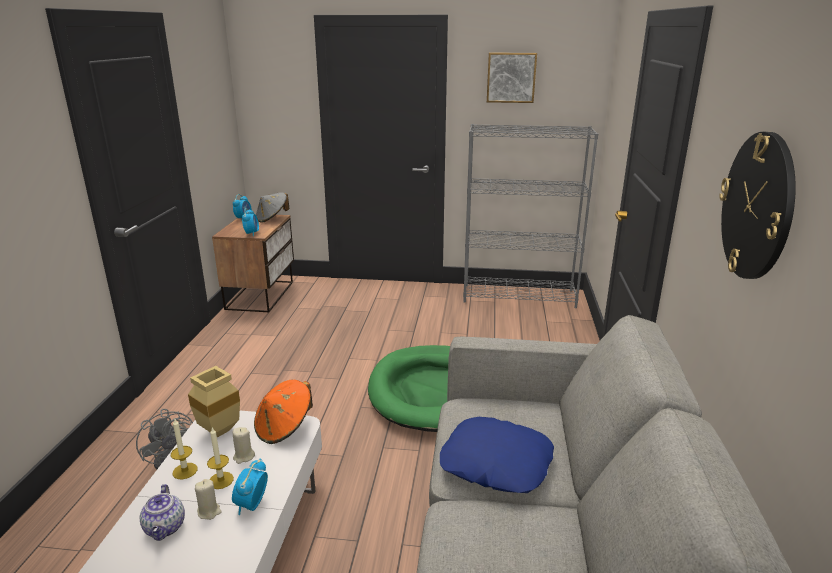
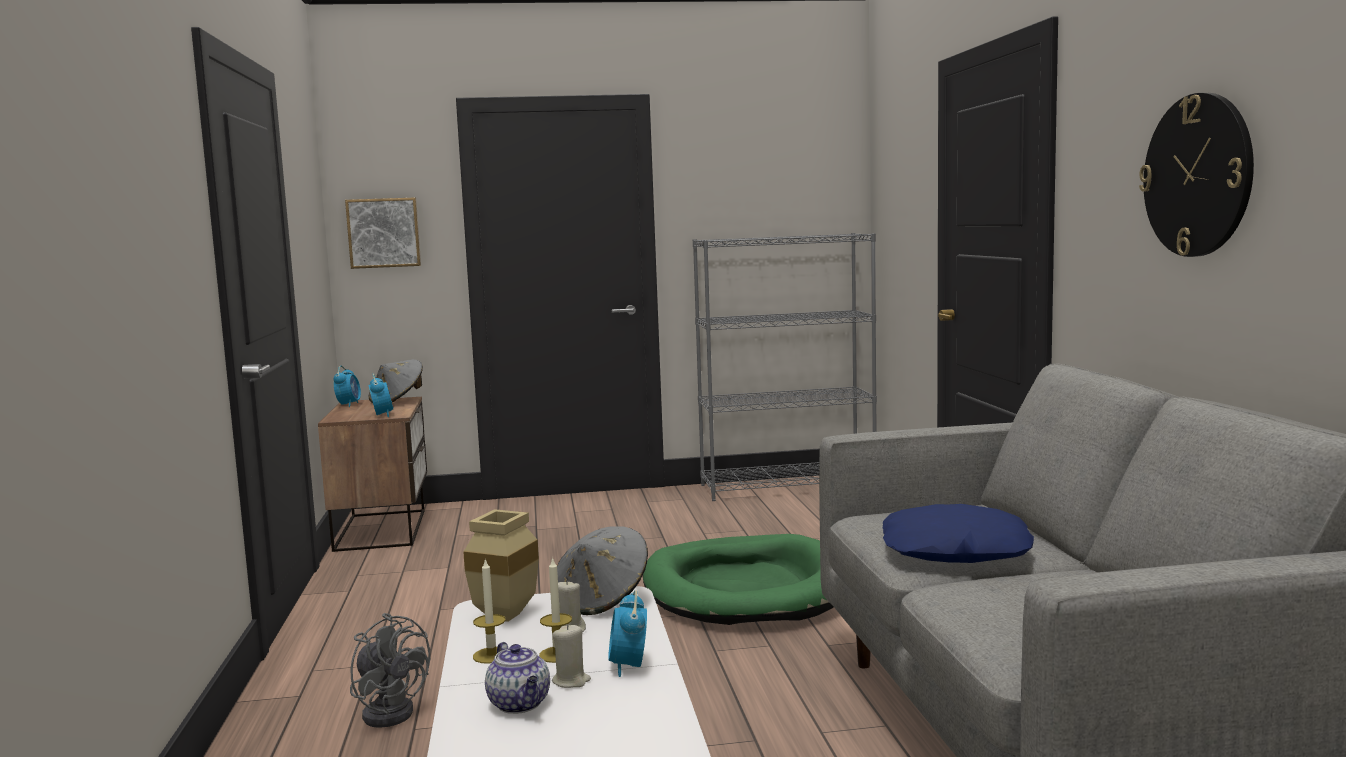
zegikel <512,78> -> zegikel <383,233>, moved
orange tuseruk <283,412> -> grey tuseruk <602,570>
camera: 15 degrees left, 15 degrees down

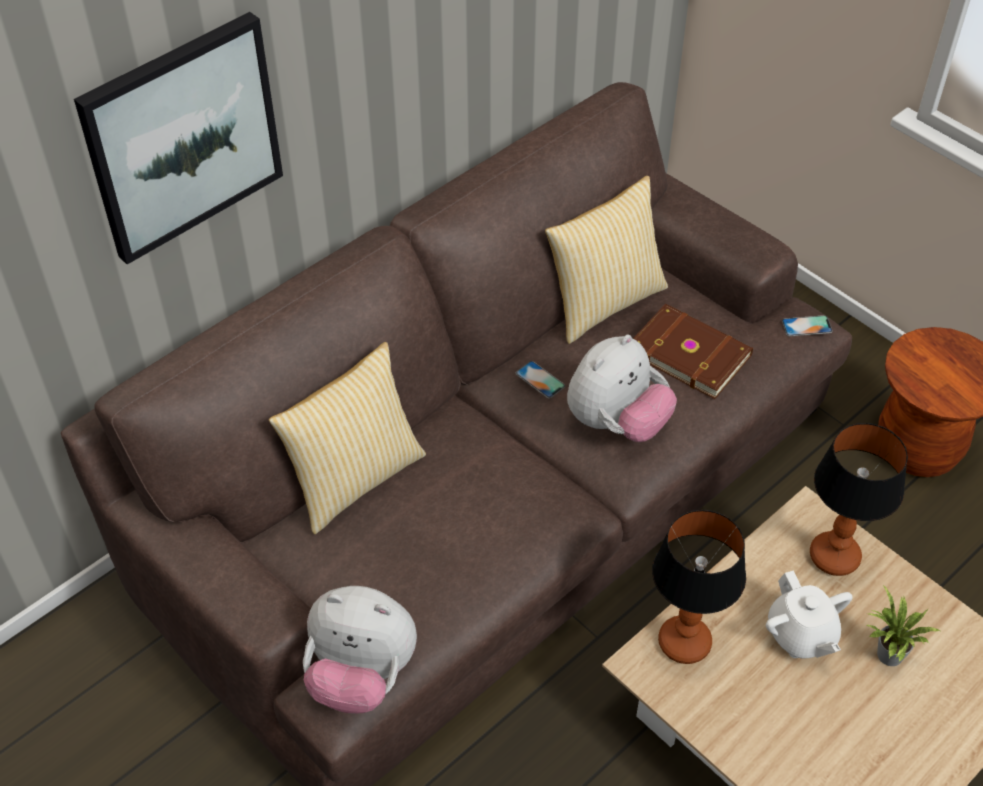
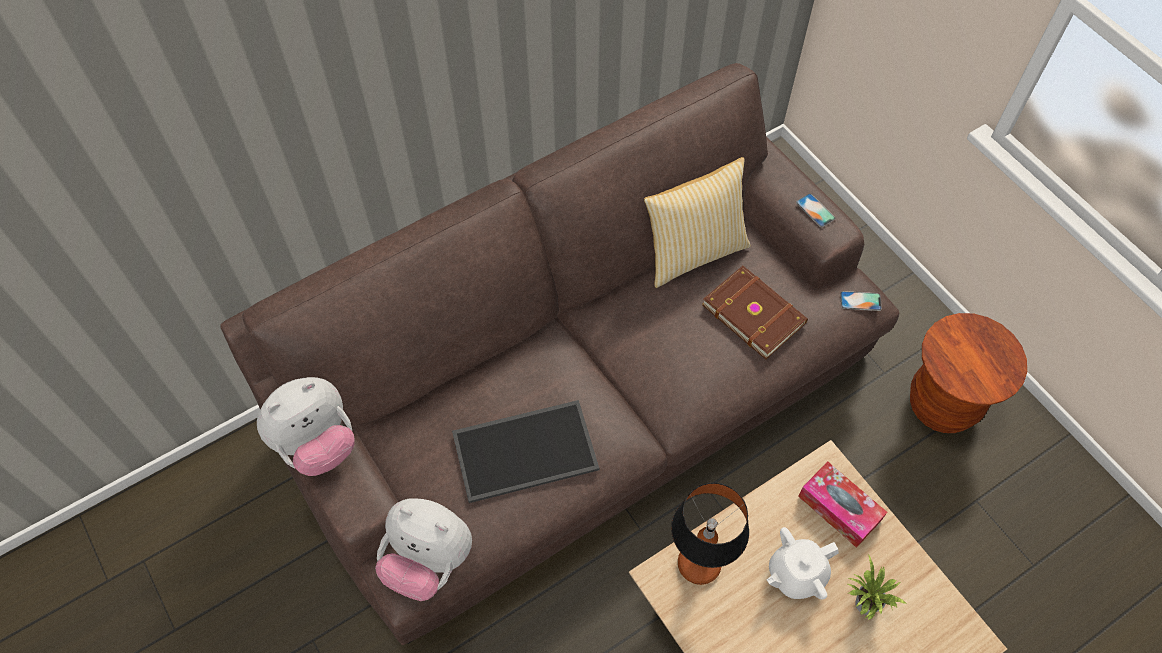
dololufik <622,388> -> dololufik <306,426>, moved
none -> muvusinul <525,451>
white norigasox <809,615> -> white norigasox <803,563>, 75 degrees clockwise
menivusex <540,380> -> menivusex <815,210>, moved
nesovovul <859,499> -> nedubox <842,504>
zegikel <178,138> -> none
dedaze <347,438> -> none
camera: 10 degrees right, 10 degrees up

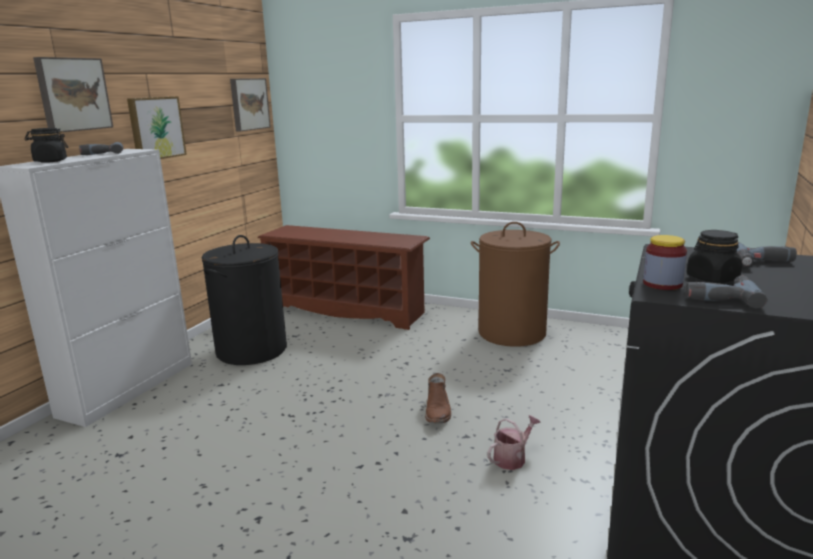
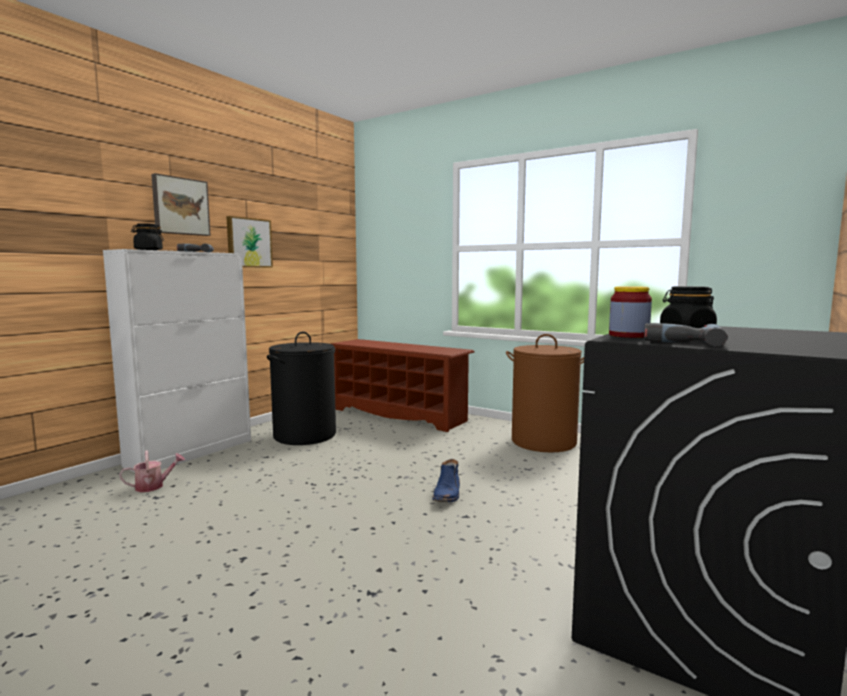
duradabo <514,442> -> duradabo <152,471>, moved
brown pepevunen <438,398> -> blue pepevunen <446,480>
zegikel <250,104> -> none
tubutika <767,254> -> none
camera: 10 degrees right, 10 degrees down

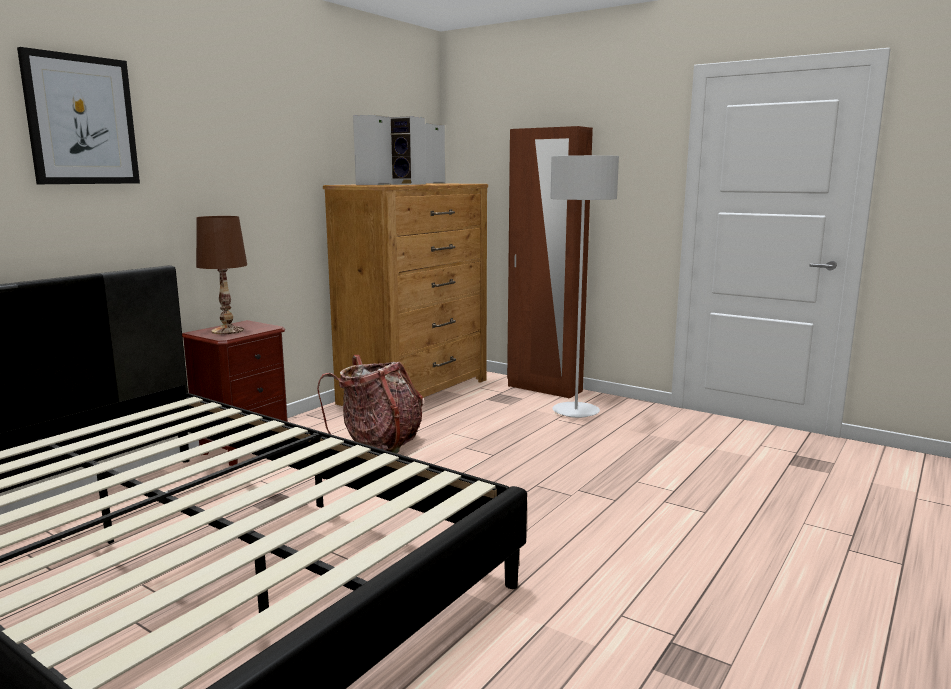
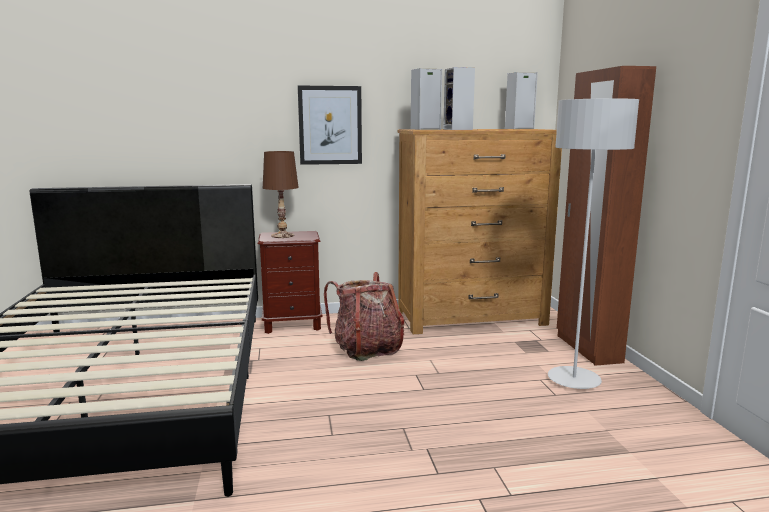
zegikel <78,115> -> zegikel <330,125>, moved
camera: 45 degrees right, 0 degrees up

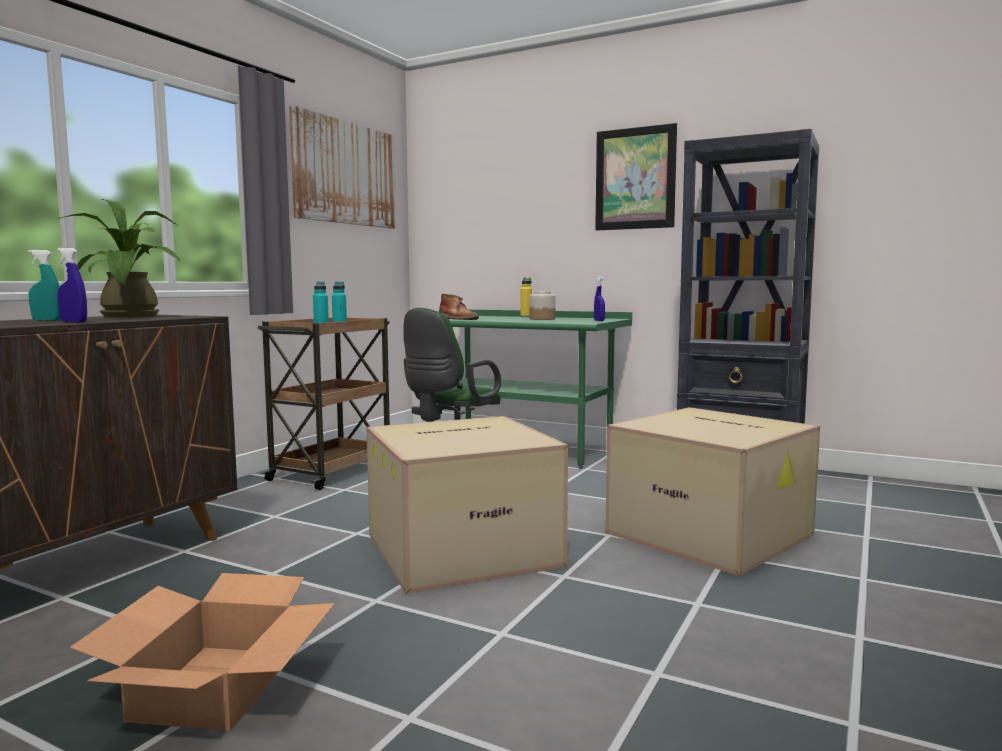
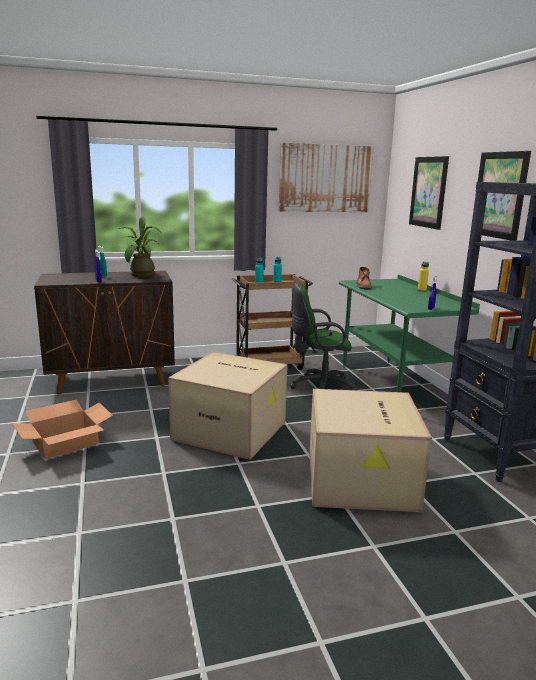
none -> zegikel <429,193>
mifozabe <543,305> -> none
camera: 45 degrees right, 10 degrees up

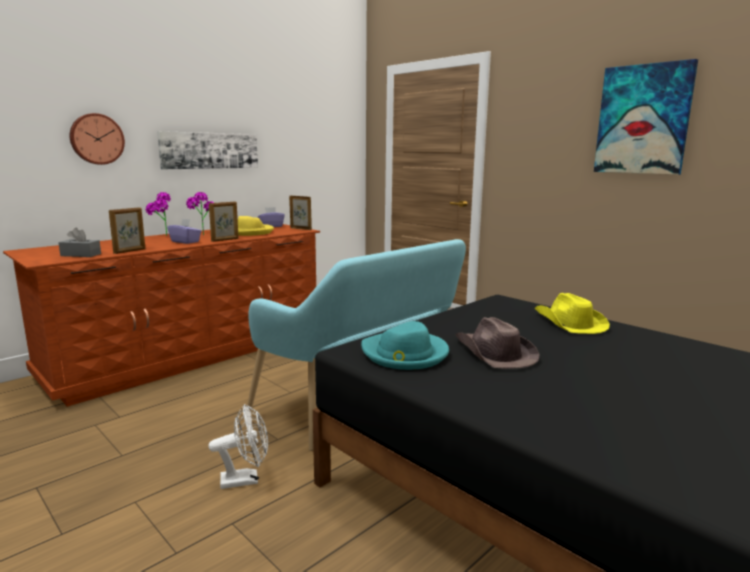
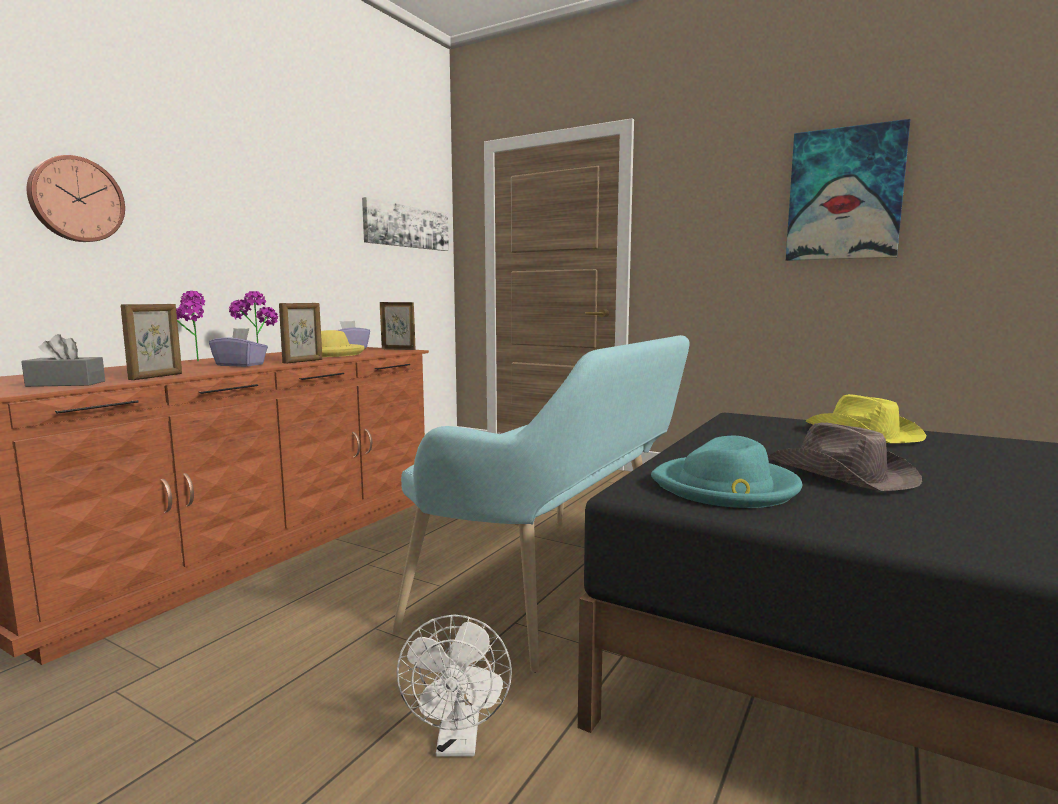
zegikel <207,150> -> zegikel <405,224>, moved
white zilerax <238,446> -> white zilerax <454,685>, 120 degrees clockwise
camera: 15 degrees left, 5 degrees down

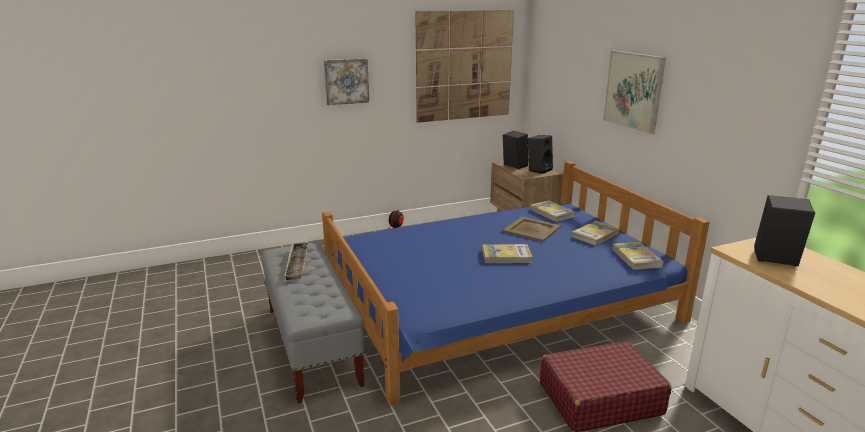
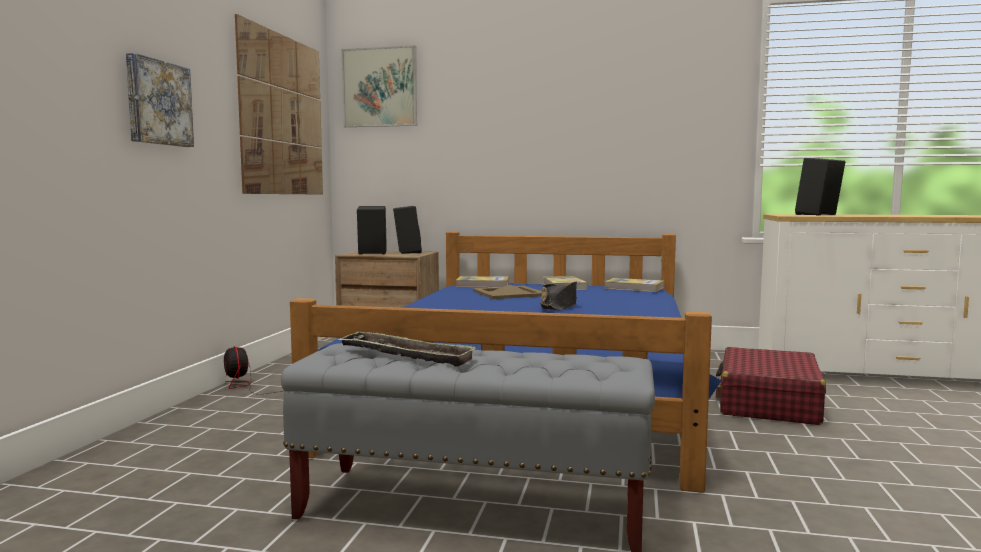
zegikel <634,92> -> zegikel <379,86>, moved
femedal <507,253> -> black tuseruk <558,296>
camera: 55 degrees left, 15 degrees down

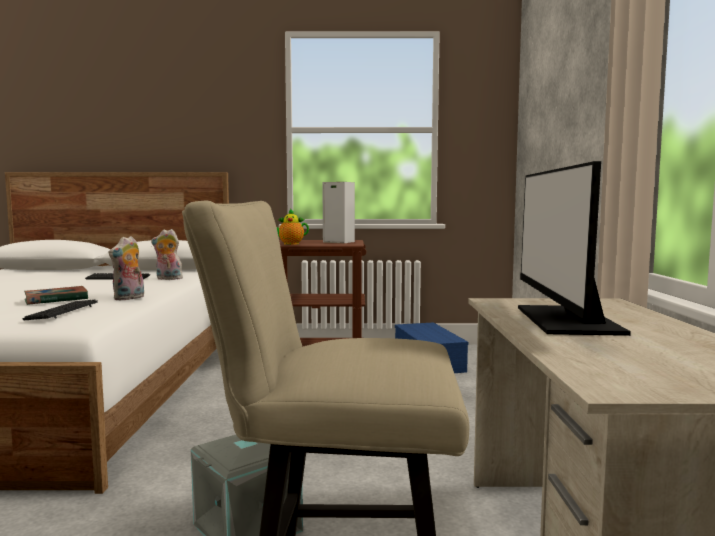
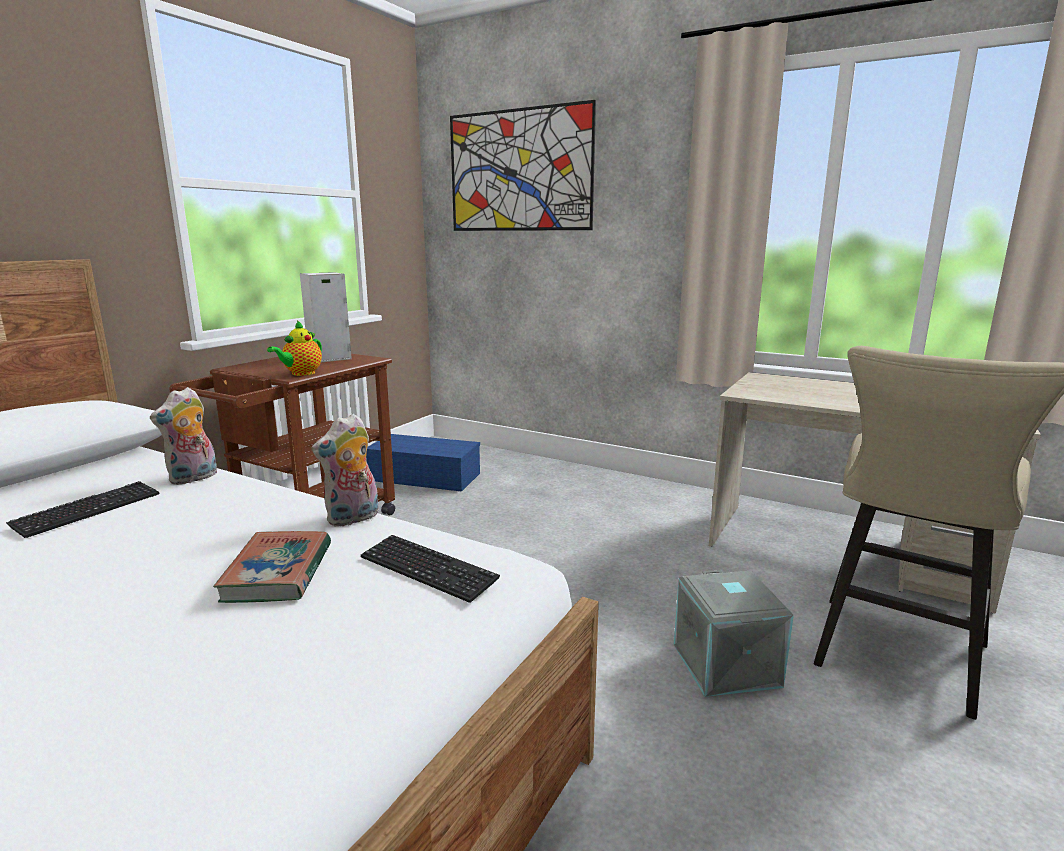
dololufik <126,268> -> dololufik <345,470>, 75 degrees clockwise
none -> zegikel <523,165>
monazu <574,248> -> none
camera: 60 degrees left, 10 degrees up

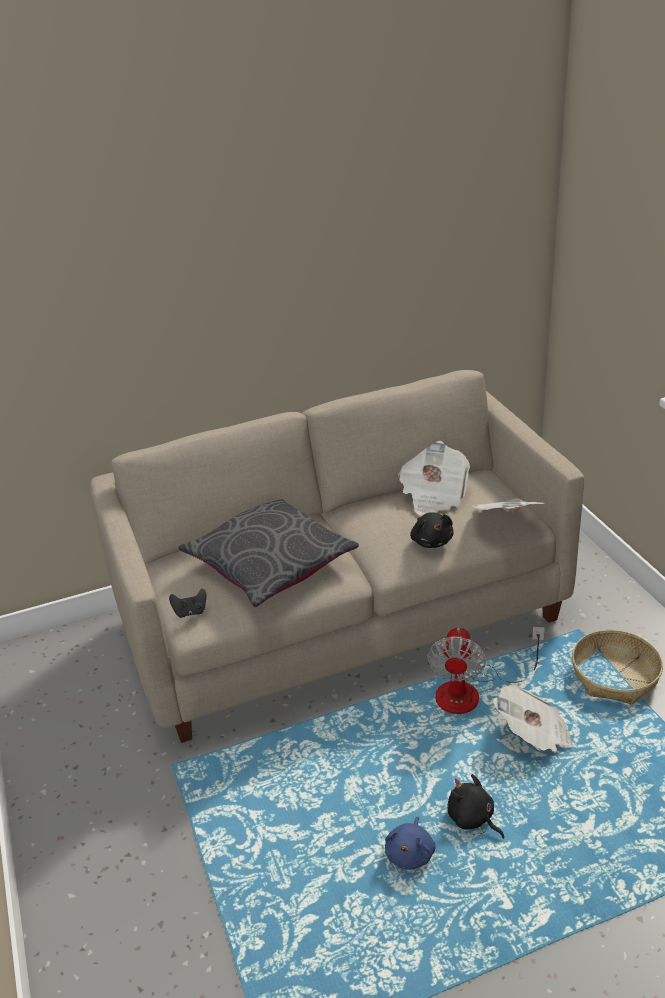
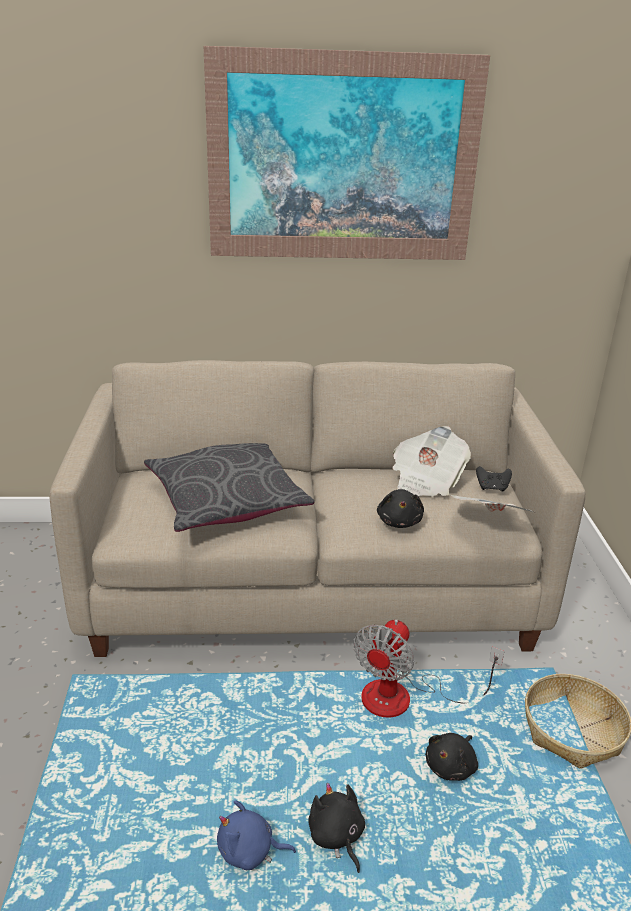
none -> zegikel <347,153>
blue dololufik <410,843> -> blue dololufik <256,835>, 60 degrees clockwise
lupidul <535,718> -> black dololufik <451,757>
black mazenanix <187,603> -> black mazenanix <494,478>, moved
camera: 15 degrees right, 5 degrees down

